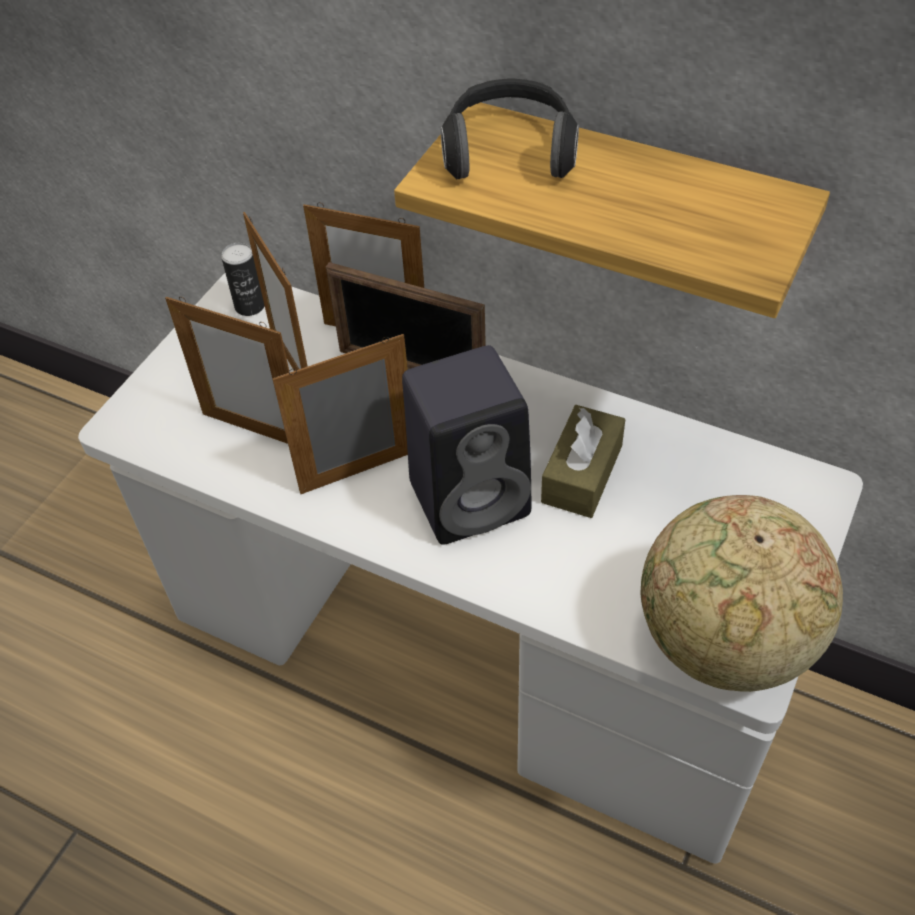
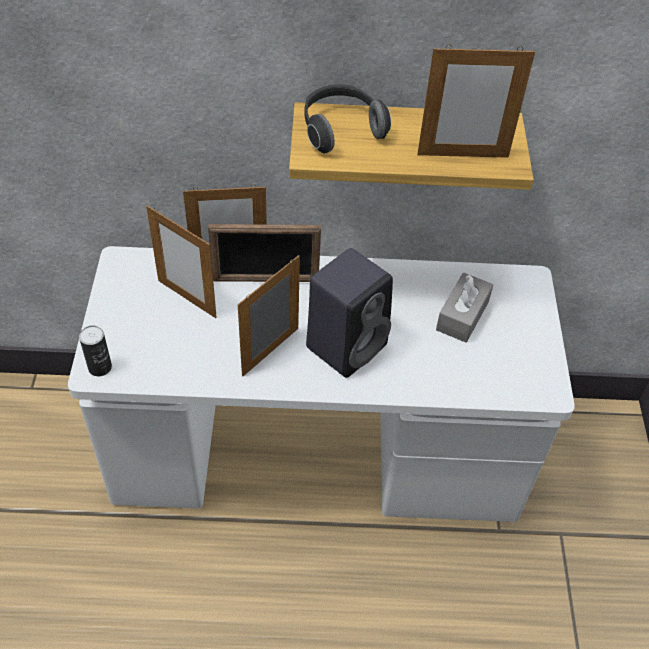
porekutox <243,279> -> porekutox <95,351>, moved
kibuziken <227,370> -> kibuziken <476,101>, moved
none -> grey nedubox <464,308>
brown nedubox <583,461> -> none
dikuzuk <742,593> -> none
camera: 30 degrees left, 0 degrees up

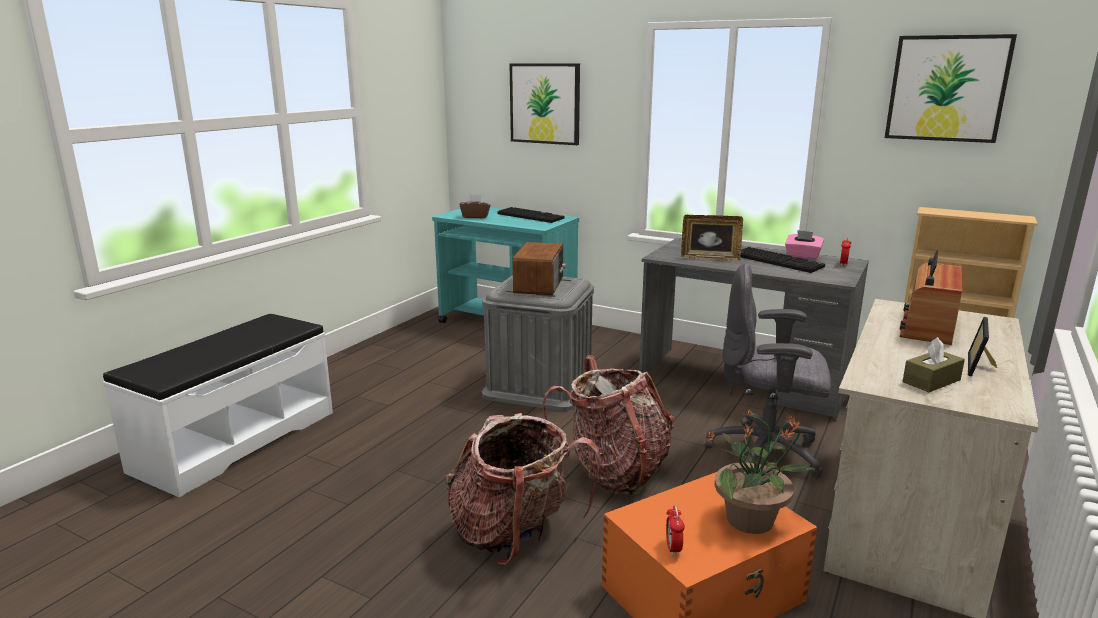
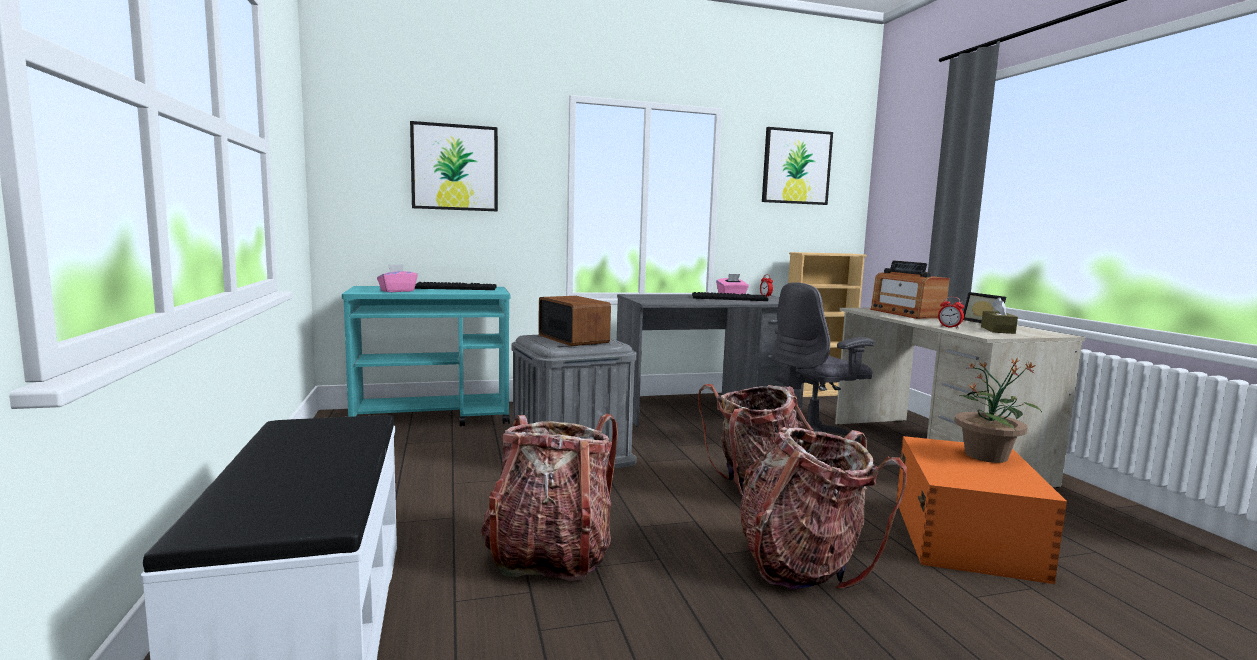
brown nedubox <474,206> -> pink nedubox <397,278>
none -> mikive <549,497>
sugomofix <675,530> -> sugomofix <951,313>, moved
kibuziken <712,238> -> none
camera: 45 degrees left, 10 degrees down

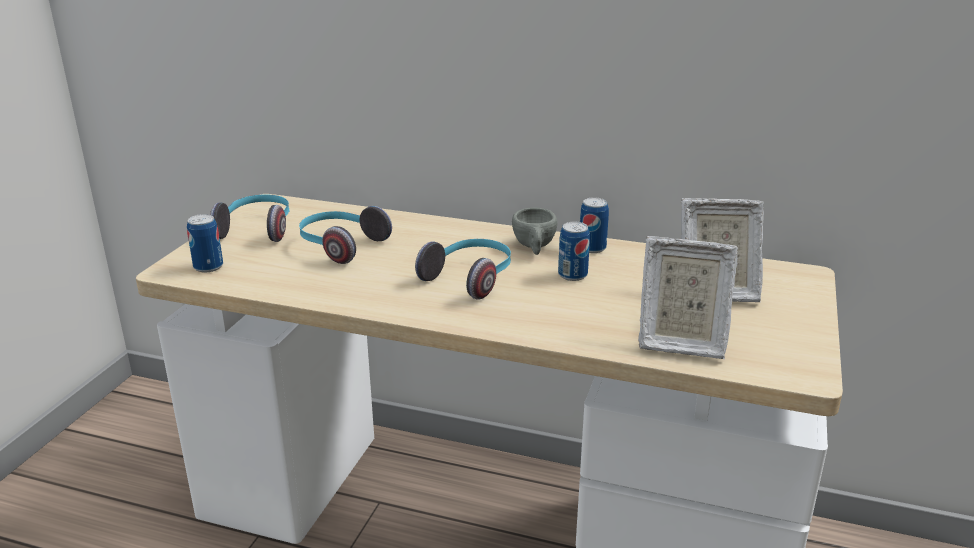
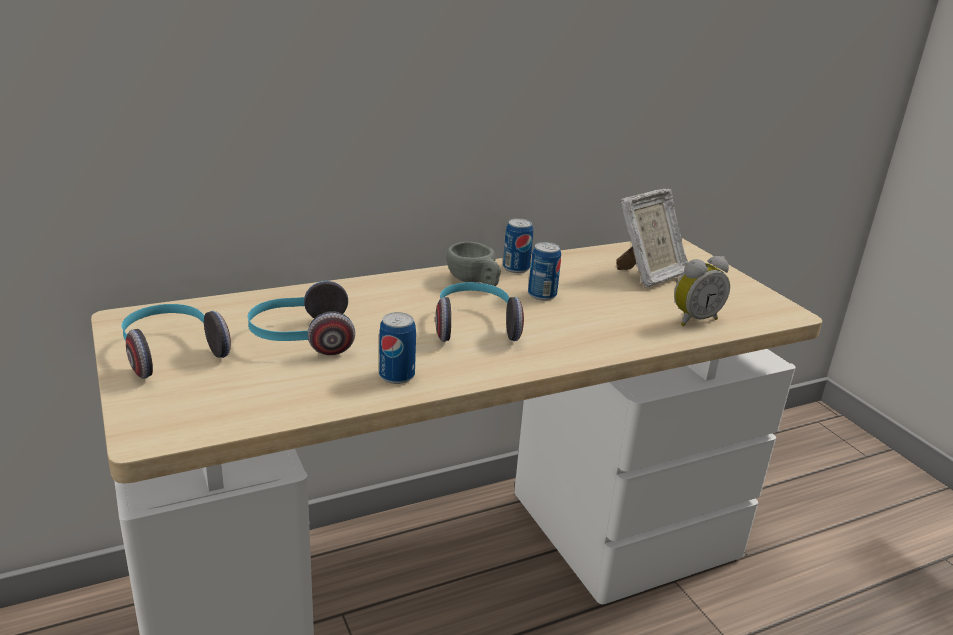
porekutox <205,243> -> porekutox <397,348>, moved
kibuziken <688,297> -> sugomofix <702,291>
camera: 45 degrees left, 0 degrees up

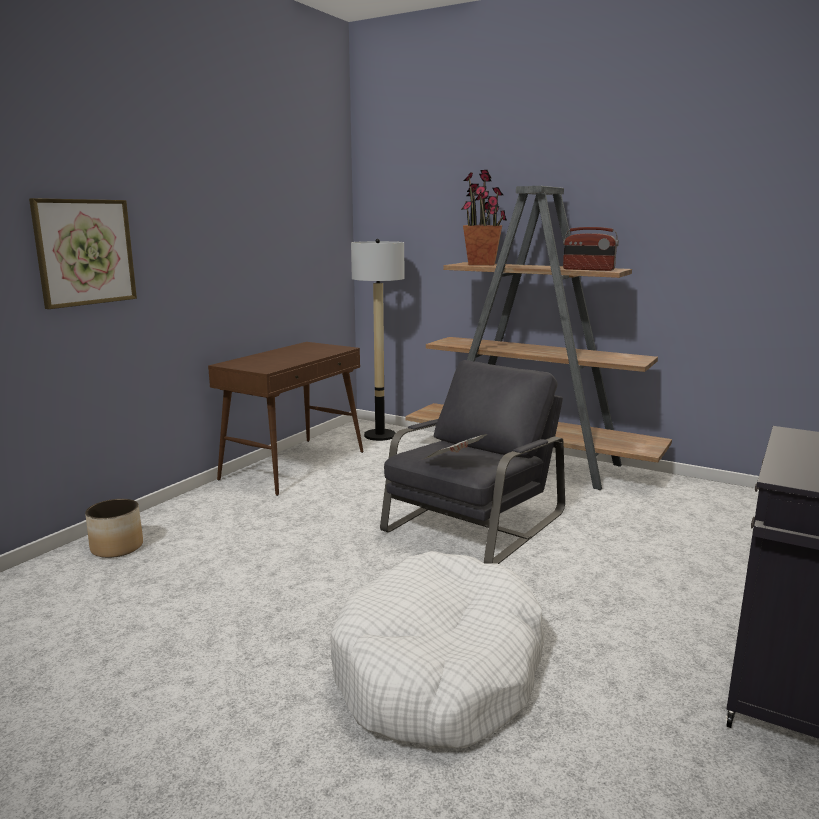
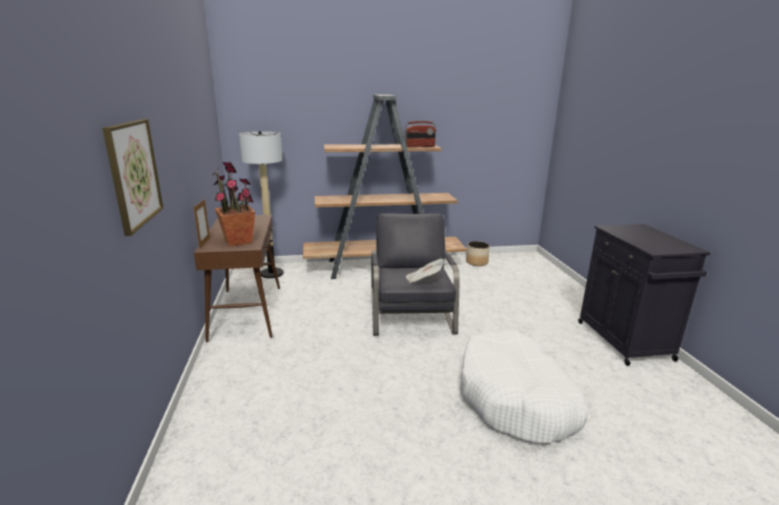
none -> kibuziken <202,223>
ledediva <484,217> -> ledediva <234,204>, moved
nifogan <114,528> -> nifogan <478,253>, moved
camera: 40 degrees left, 5 degrees up

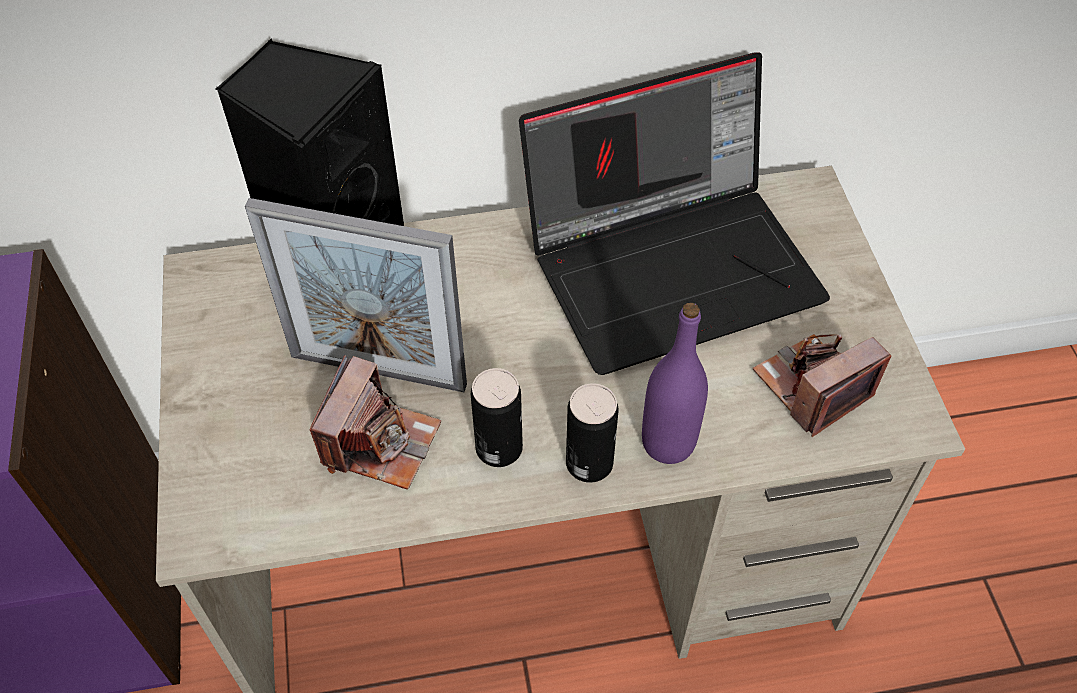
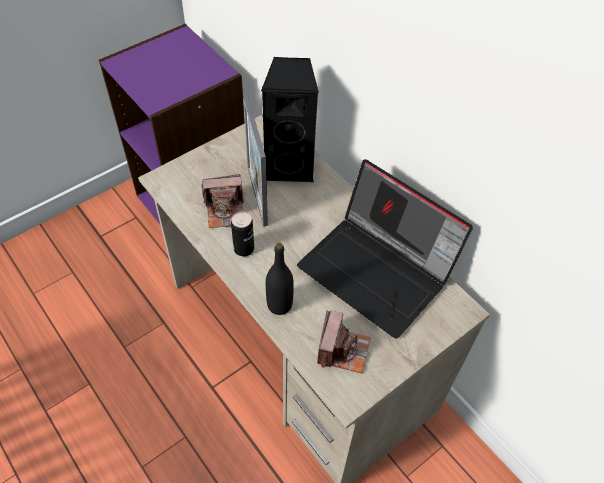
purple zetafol <675,383> -> black zetafol <280,279>
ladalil <822,385> -> ladalil <344,341>, 75 degrees clockwise
porekutox <592,433> -> none
camera: 60 degrees right, 0 degrees up

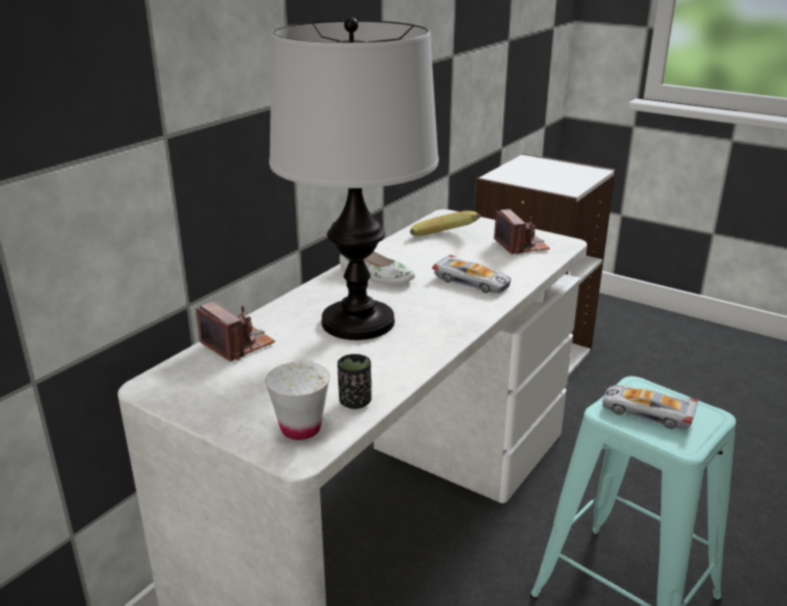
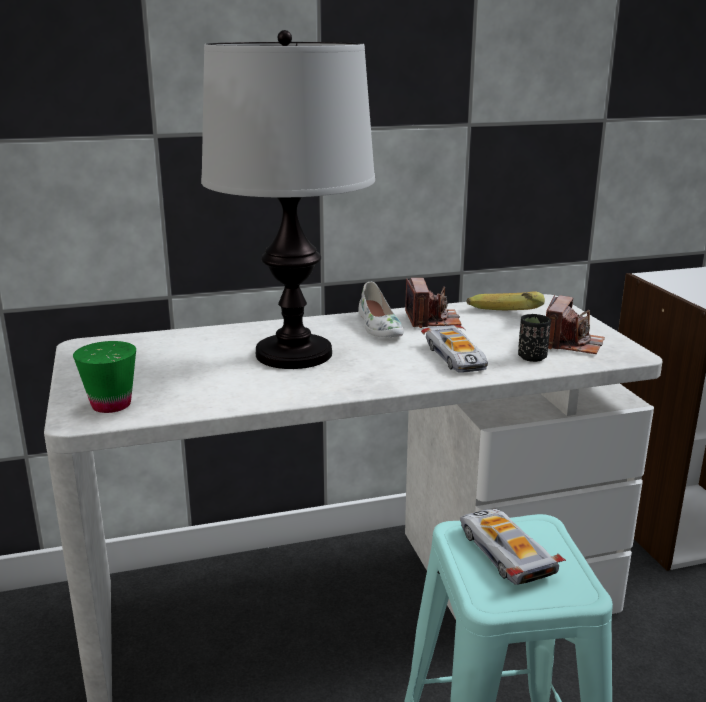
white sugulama <297,400> -> green sugulama <104,377>
ladalil <235,331> -> ladalil <433,303>, moved
black sugulama <354,381> -> black sugulama <534,338>, moved
camera: 40 degrees right, 5 degrees down

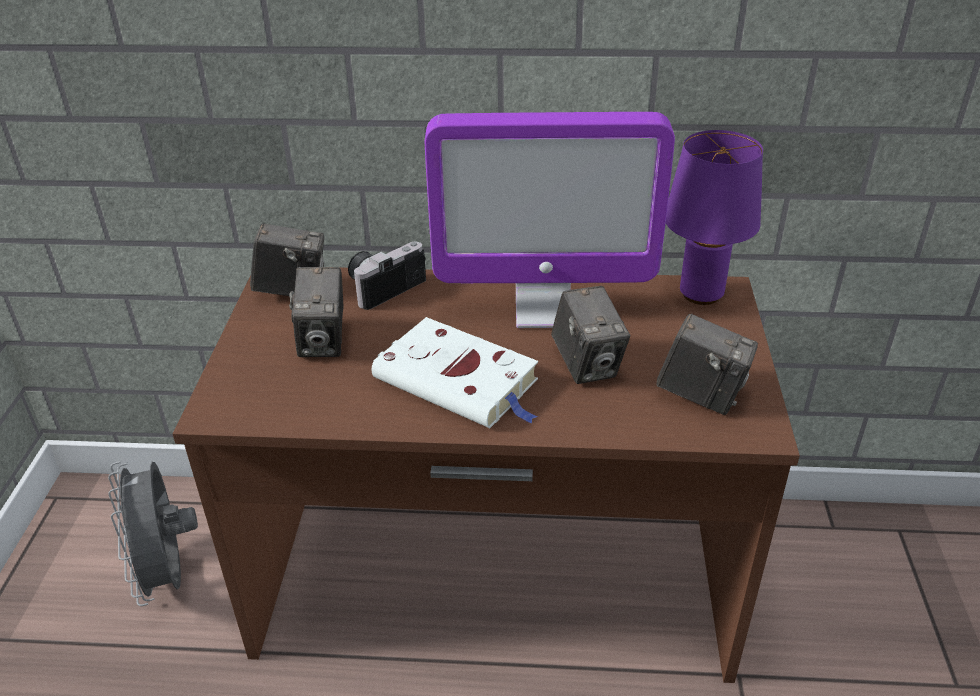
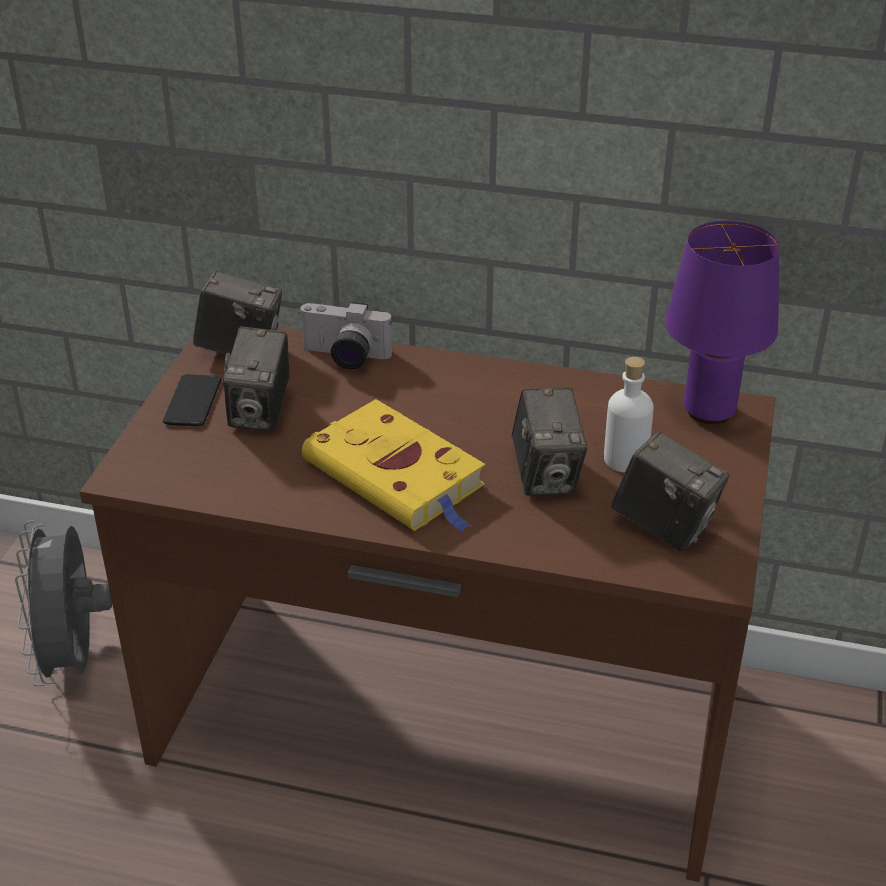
none -> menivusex <192,400>
ladalil <387,276> -> ladalil <345,336>, 135 degrees counterclockwise
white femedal <455,372> -> yellow femedal <393,465>
none -> white zetafol <629,414>
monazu <550,220> -> none
camera: 10 degrees right, 0 degrees up

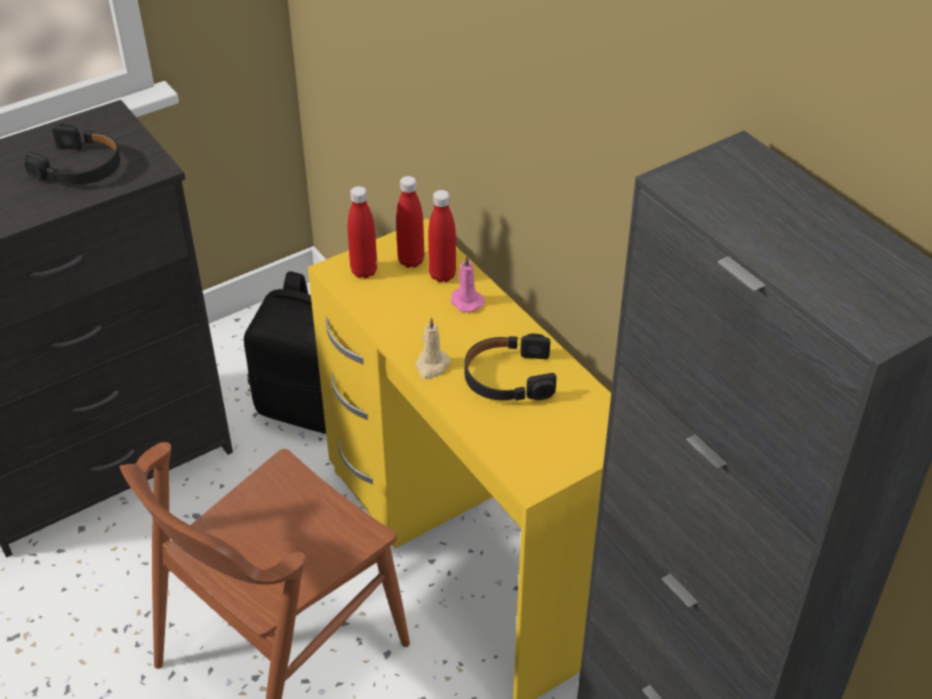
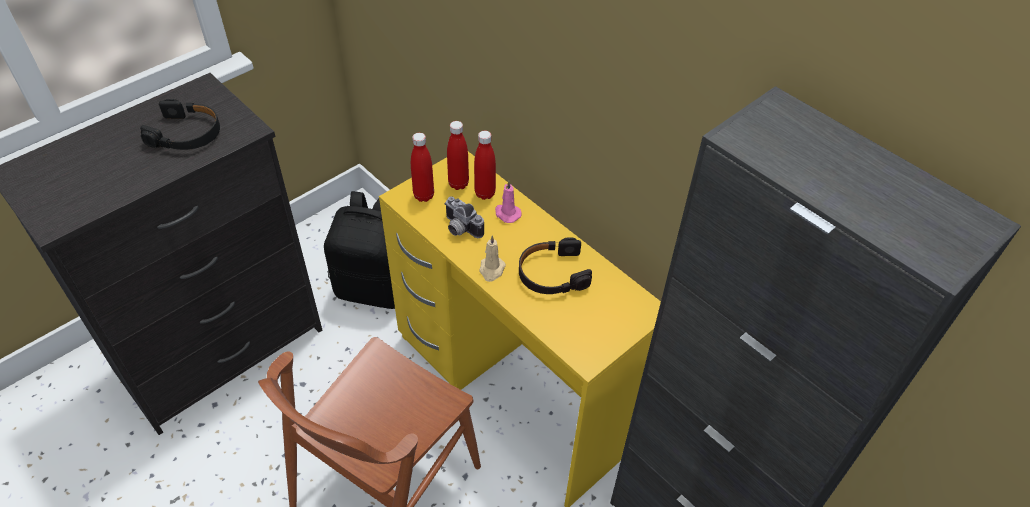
none -> ladalil <464,217>
camera: 10 degrees left, 5 degrees up

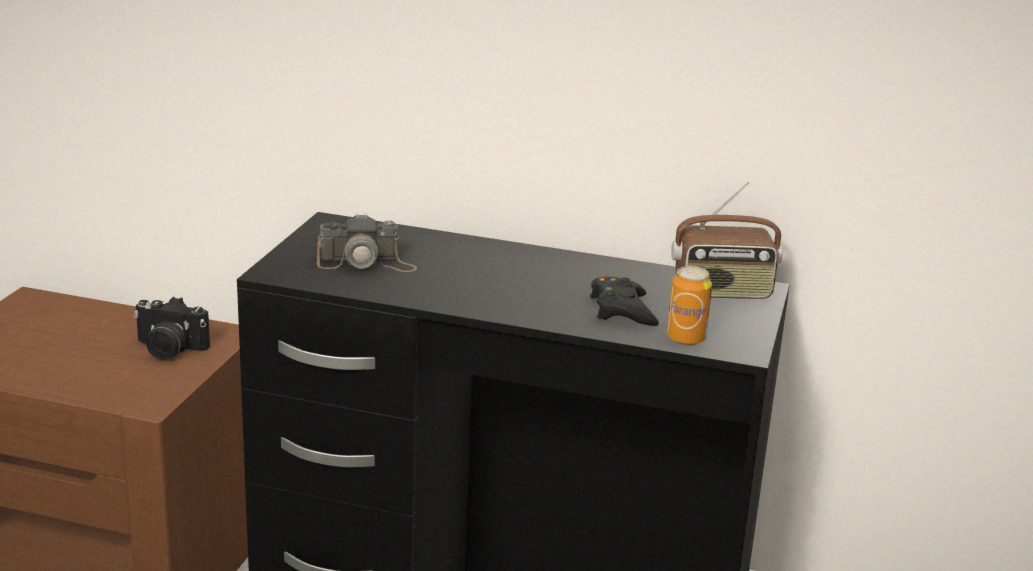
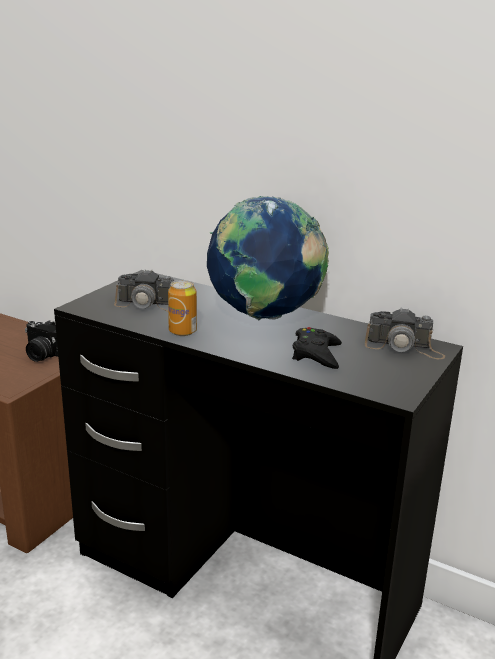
porekutox <689,305> -> porekutox <182,308>, moved
none -> dikuzuk <268,258>
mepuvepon <727,240> -> ladalil <405,333>
camera: 15 degrees right, 0 degrees up

